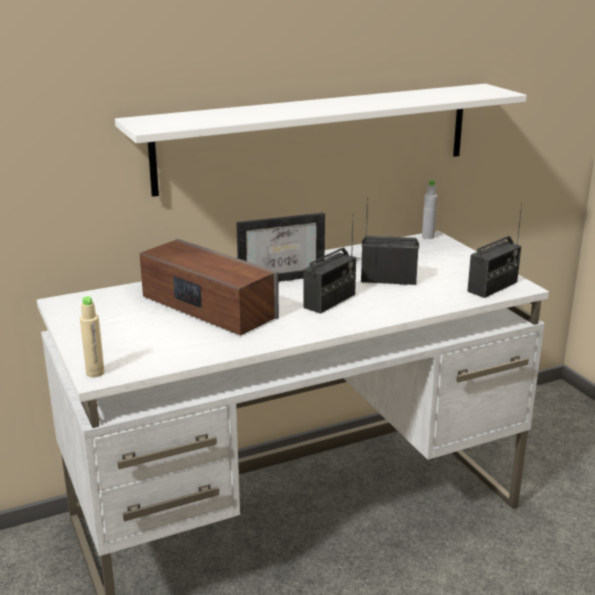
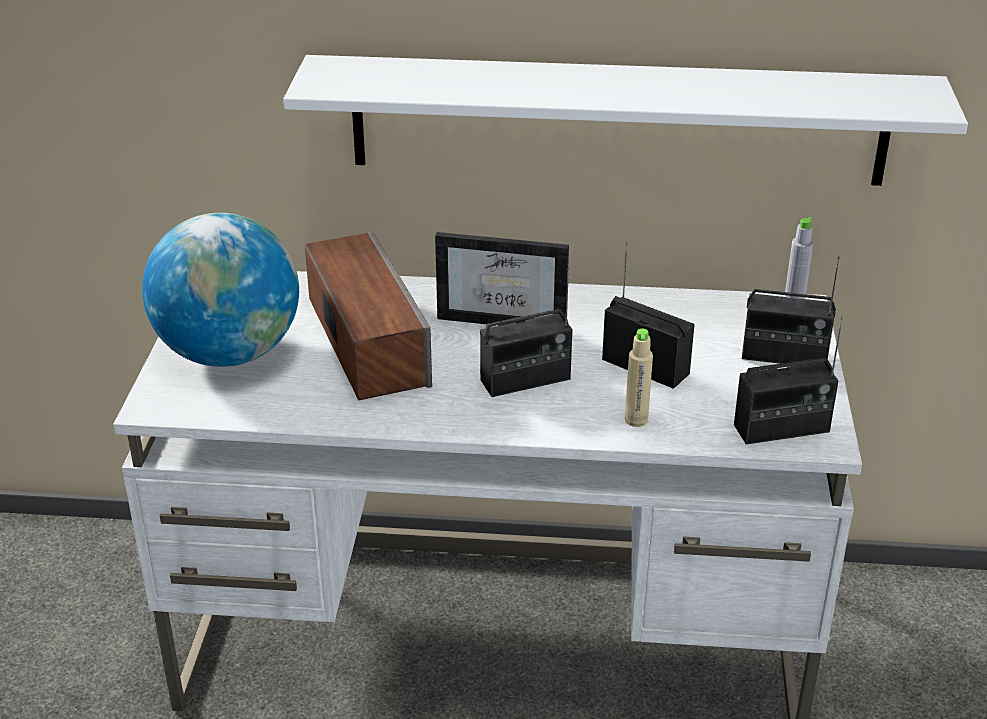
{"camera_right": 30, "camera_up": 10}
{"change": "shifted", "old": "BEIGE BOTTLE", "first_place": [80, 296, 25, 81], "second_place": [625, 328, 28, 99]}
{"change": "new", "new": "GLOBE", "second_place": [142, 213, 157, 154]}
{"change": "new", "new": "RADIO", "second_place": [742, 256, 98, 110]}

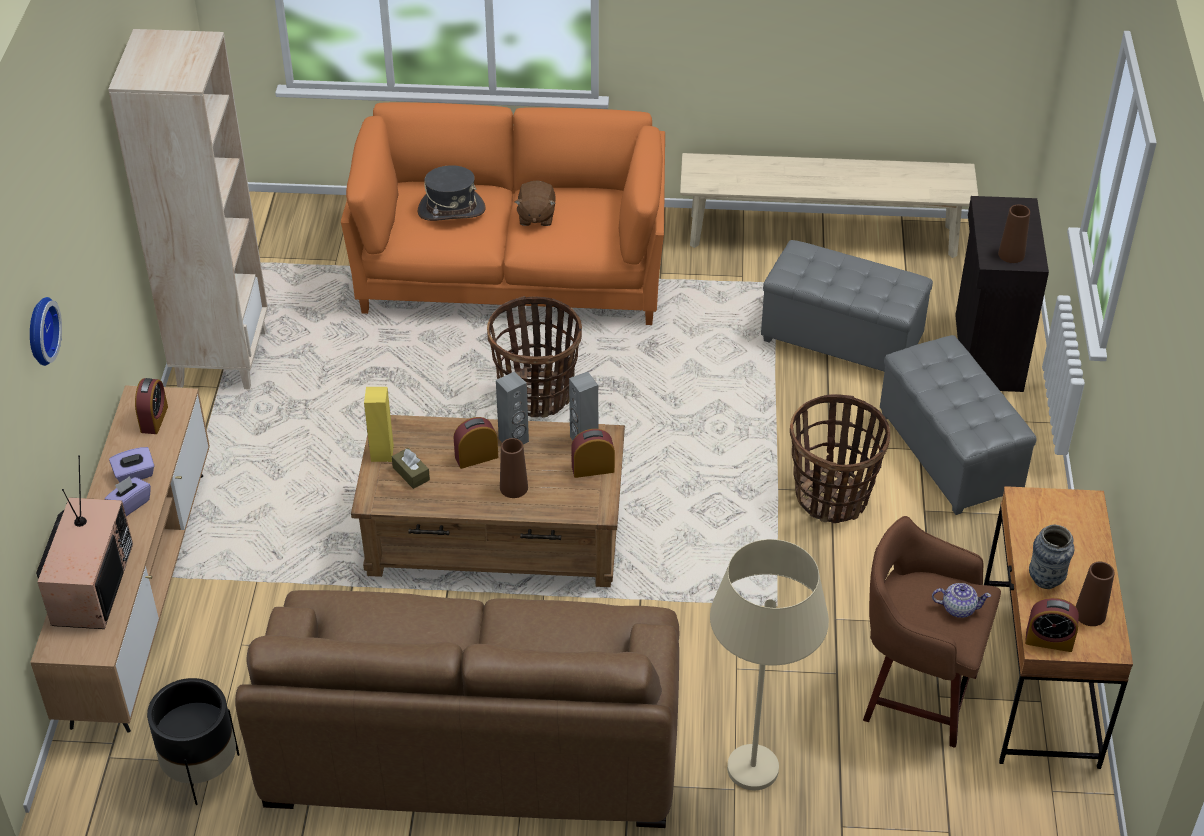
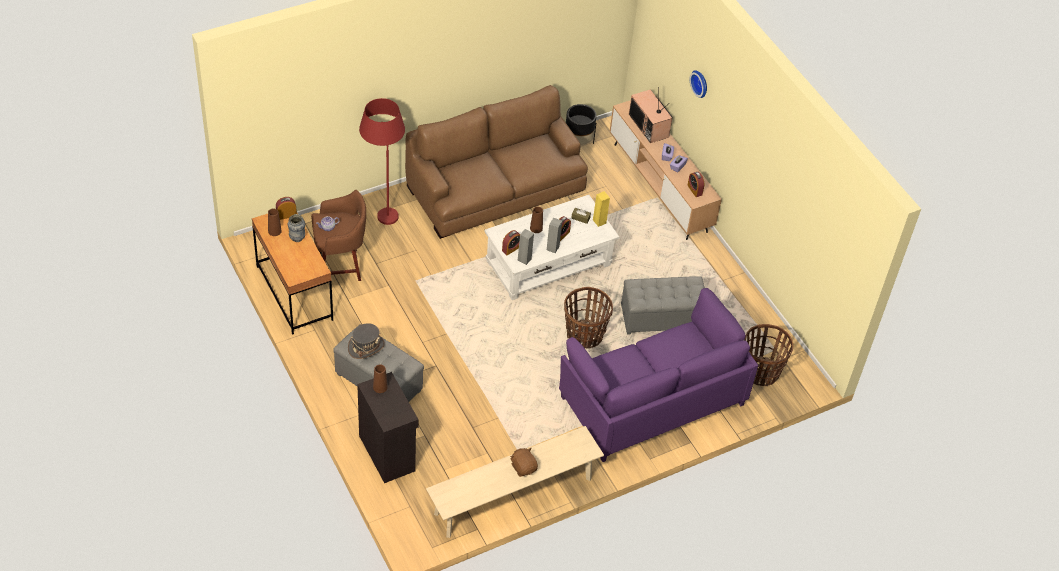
{"camera_right": 145, "camera_up": 5}
{"change": "gone", "old": "BEIGE BOOKCASE", "first_place": [108, 29, 160, 361]}
{"change": "repainted", "old": "ORANGE SOFA", "new": "PURPLE SOFA", "first_place": [341, 102, 324, 223], "second_place": [559, 288, 199, 174]}
{"change": "repainted", "old": "BROWN COFFEE TABLE", "new": "WHITE COFFEE TABLE", "first_place": [351, 415, 274, 172], "second_place": [484, 195, 135, 105]}
{"change": "shifted", "old": "GREY HAT", "first_place": [418, 165, 68, 56], "second_place": [348, 323, 37, 36]}
{"change": "shifted", "old": "BROWN PLUSH TOY", "first_place": [515, 181, 41, 45], "second_place": [510, 448, 28, 29]}
{"change": "repainted", "old": "BEIGE FLOOR LAMP", "new": "RED FLOOR LAMP", "first_place": [710, 539, 119, 251], "second_place": [359, 98, 46, 127]}
{"change": "shifted", "old": "GREY OTTOMAN", "first_place": [761, 240, 172, 132], "second_place": [621, 276, 84, 59]}
{"change": "shifted", "old": "BASKET", "first_place": [790, 394, 100, 129], "second_place": [745, 324, 48, 62]}

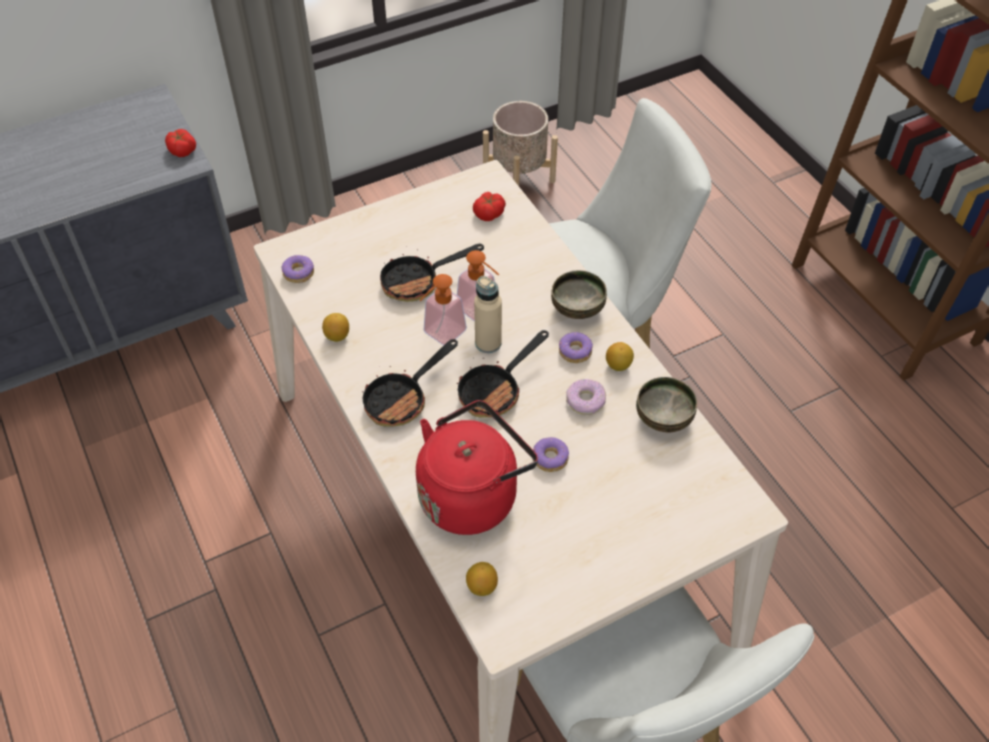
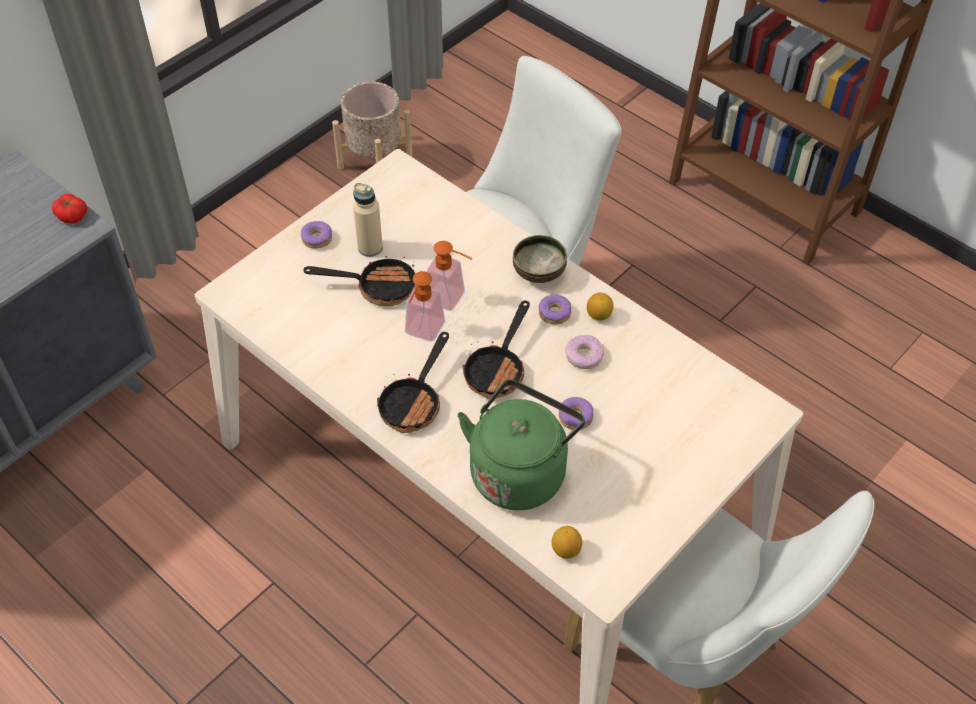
{"camera_right": -20, "camera_up": 0}
{"change": "shifted", "old": "DONUT", "first_place": [281, 255, 33, 28], "second_place": [301, 221, 31, 27]}
{"change": "gone", "old": "LEMON", "first_place": [322, 313, 27, 29]}
{"change": "rotated", "old": "FRYING PAN", "first_place": [380, 244, 104, 58], "second_place": [303, 256, 112, 50], "degrees": -135}
{"change": "repainted", "old": "RED KETTLE", "new": "GREEN KETTLE", "first_place": [416, 400, 122, 135], "second_place": [457, 379, 128, 131]}
{"change": "gone", "old": "TOMATO", "first_place": [473, 192, 33, 29]}
{"change": "shifted", "old": "BEIGE BOTTLE", "first_place": [474, 276, 28, 77], "second_place": [353, 183, 30, 74]}
{"change": "gone", "old": "BOWL", "first_place": [636, 377, 61, 56]}

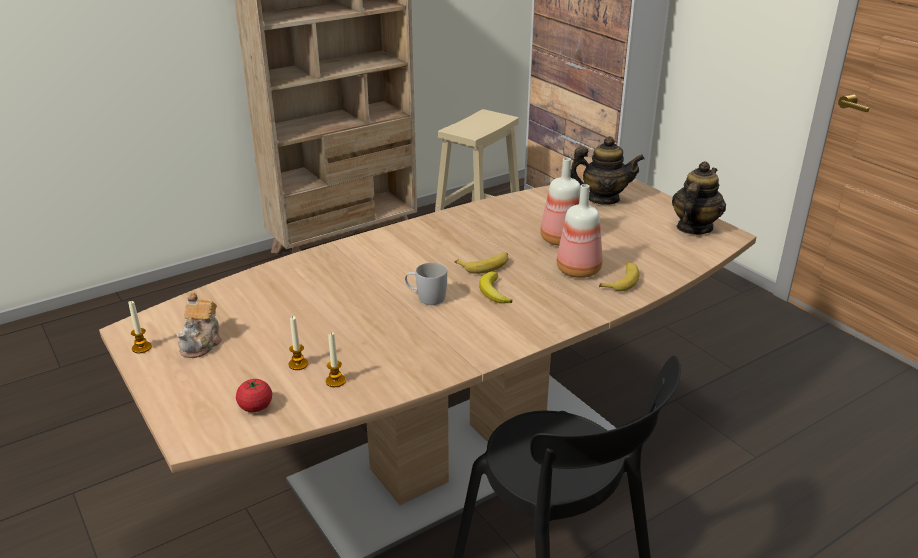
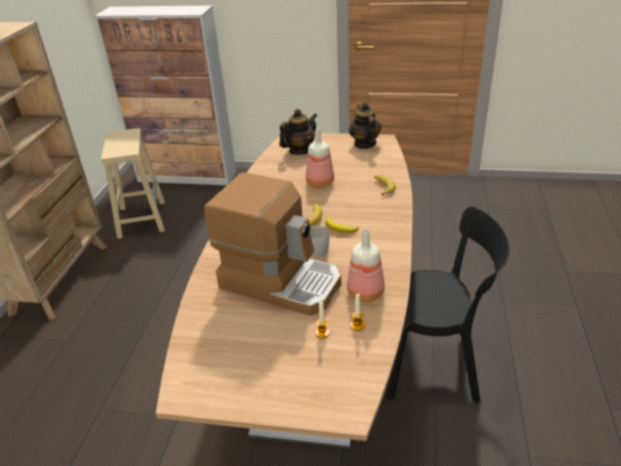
{"camera_right": -45, "camera_up": 5}
{"change": "gone", "old": "CANDLE", "first_place": [128, 301, 24, 52]}
{"change": "gone", "old": "TEAPOT", "first_place": [177, 292, 45, 66]}
{"change": "gone", "old": "TOMATO", "first_place": [236, 379, 36, 33]}
{"change": "shifted", "old": "BOTTLE", "first_place": [557, 184, 45, 94], "second_place": [347, 229, 38, 73]}
{"change": "new", "new": "COFFEE MACHINE", "second_place": [204, 173, 137, 143]}

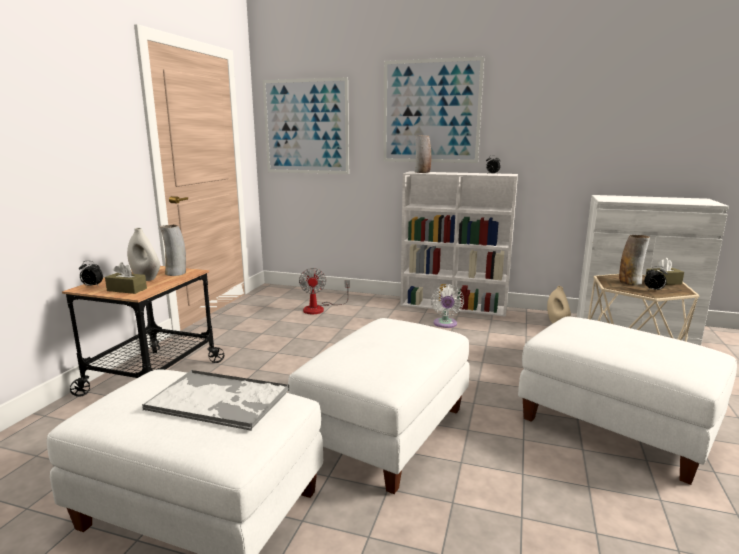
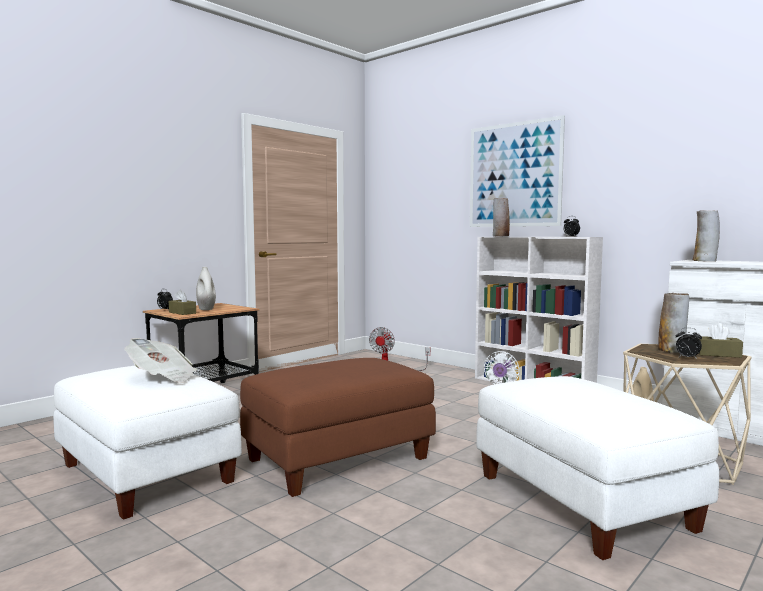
{"camera_right": 25, "camera_up": -10}
{"change": "swapped", "old": "TRAY", "new": "NEWSPAPER", "first_place": [142, 369, 147, 62], "second_place": [125, 338, 72, 45]}
{"change": "shifted", "old": "VASE", "first_place": [160, 225, 26, 51], "second_place": [693, 211, 27, 51]}
{"change": "gone", "old": "PICTURE", "first_place": [263, 77, 86, 97]}
{"change": "repainted", "old": "WHITE OTTOMAN", "new": "BROWN OTTOMAN", "first_place": [288, 318, 182, 176], "second_place": [240, 358, 196, 139]}

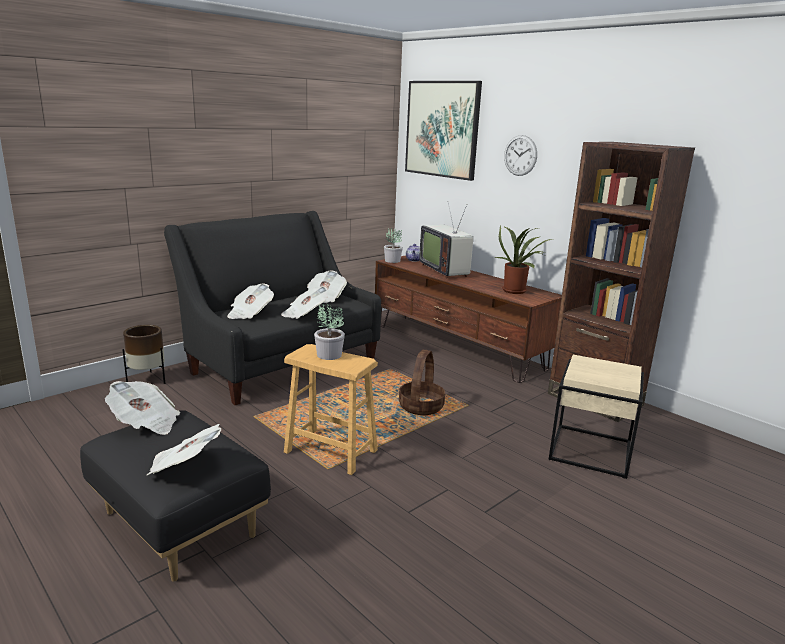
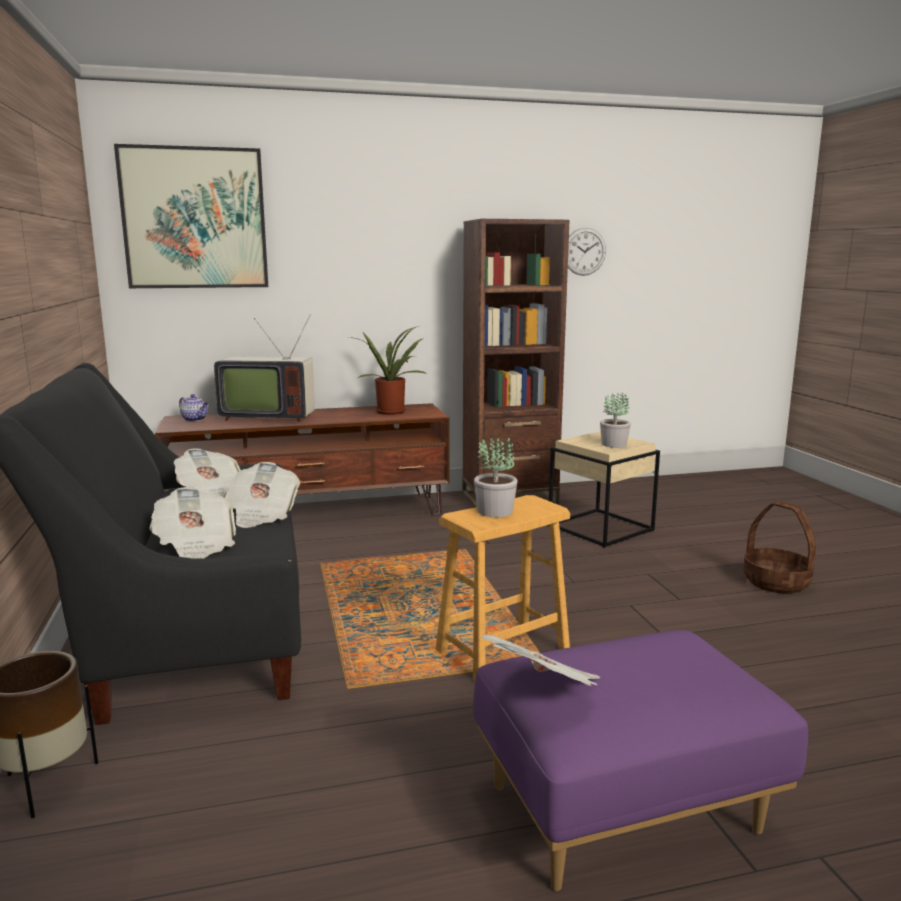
{"camera_right": -60, "camera_up": -5}
{"change": "repainted", "old": "BLACK OTTOMAN", "new": "PURPLE OTTOMAN", "first_place": [80, 410, 191, 172], "second_place": [473, 630, 335, 261]}
{"change": "gone", "old": "NEWSPAPER", "first_place": [146, 424, 75, 52]}
{"change": "shifted", "old": "POTTED PLANT", "first_place": [384, 228, 19, 35], "second_place": [600, 393, 31, 55]}
{"change": "shifted", "old": "BASKET", "first_place": [399, 350, 46, 65], "second_place": [743, 501, 73, 93]}
{"change": "shifted", "old": "WALL CLOCK", "first_place": [504, 135, 33, 41], "second_place": [568, 228, 38, 48]}

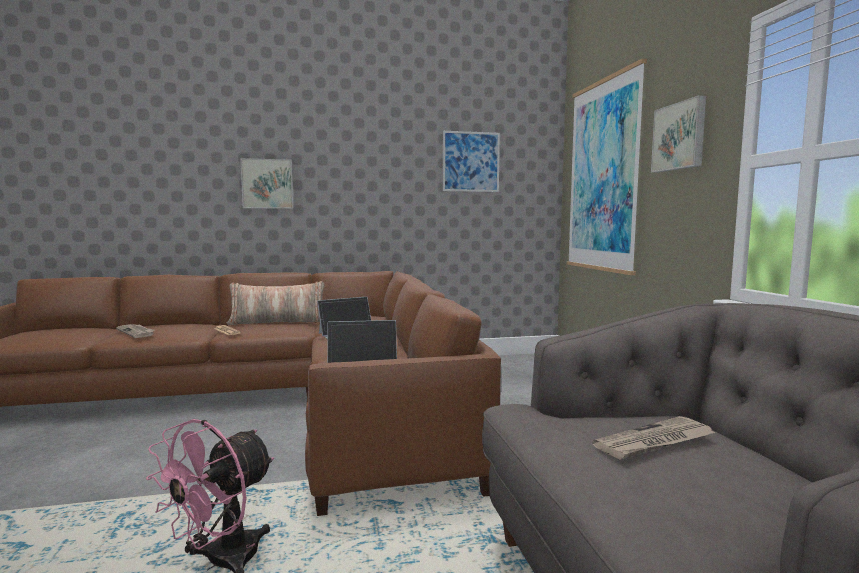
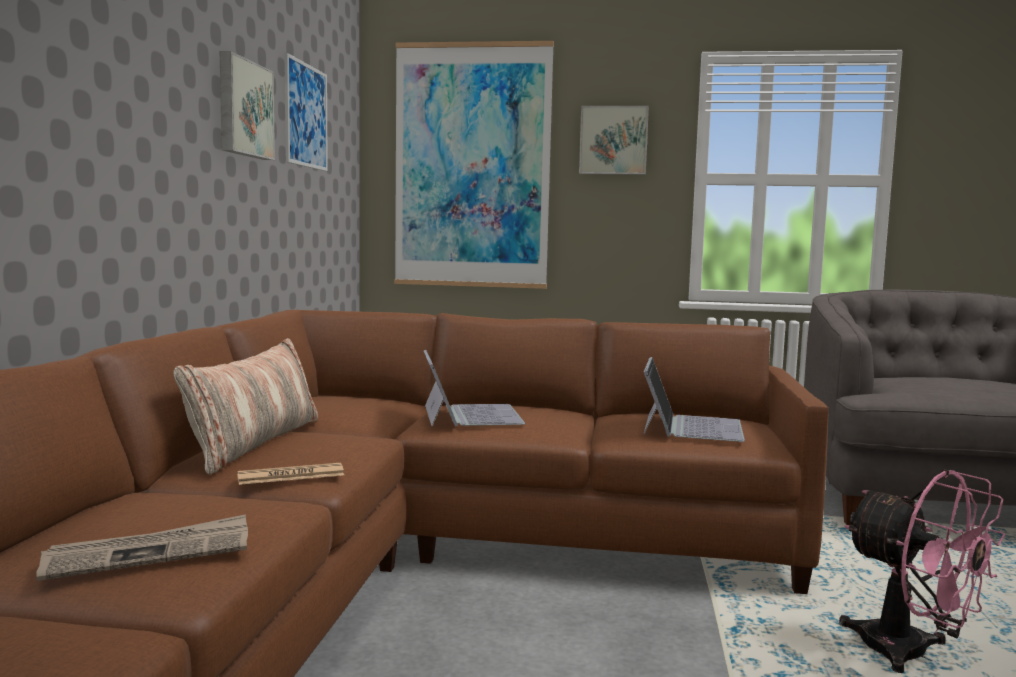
{"camera_right": -70, "camera_up": 0}
{"change": "shifted", "old": "PICTURE", "first_place": [240, 158, 54, 51], "second_place": [220, 51, 55, 109]}
{"change": "gone", "old": "NEWSPAPER", "first_place": [592, 416, 125, 44]}

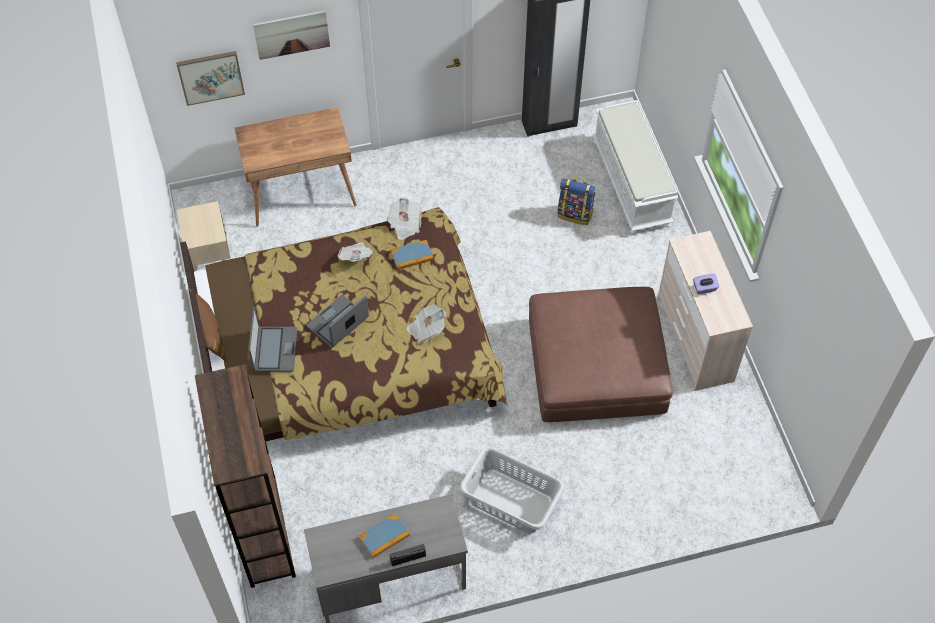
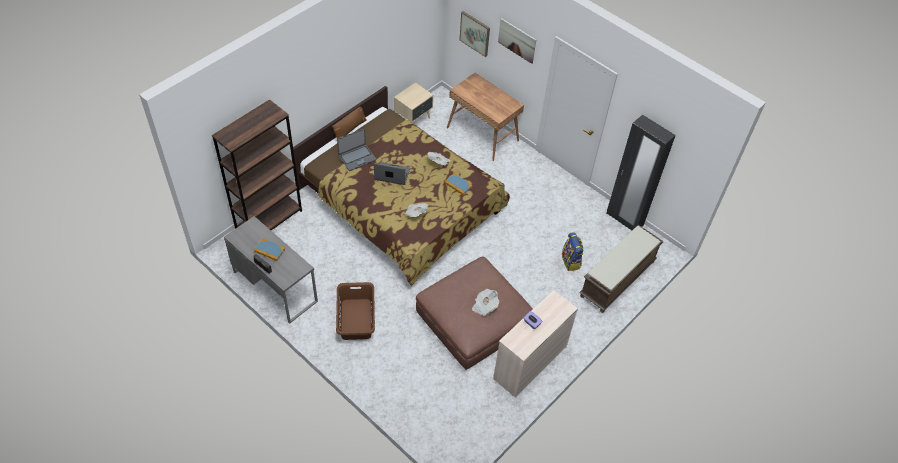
{"camera_right": 55, "camera_up": -5}
{"change": "shifted", "old": "NEWSPAPER", "first_place": [387, 197, 35, 43], "second_place": [472, 289, 27, 28]}
{"change": "repainted", "old": "GREY LAUNDRY BASKET", "new": "BROWN LAUNDRY BASKET", "first_place": [460, 447, 104, 86], "second_place": [336, 282, 39, 58]}
{"change": "repainted", "old": "WHITE BENCH", "new": "BROWN BENCH", "first_place": [592, 100, 86, 135], "second_place": [579, 225, 84, 88]}

